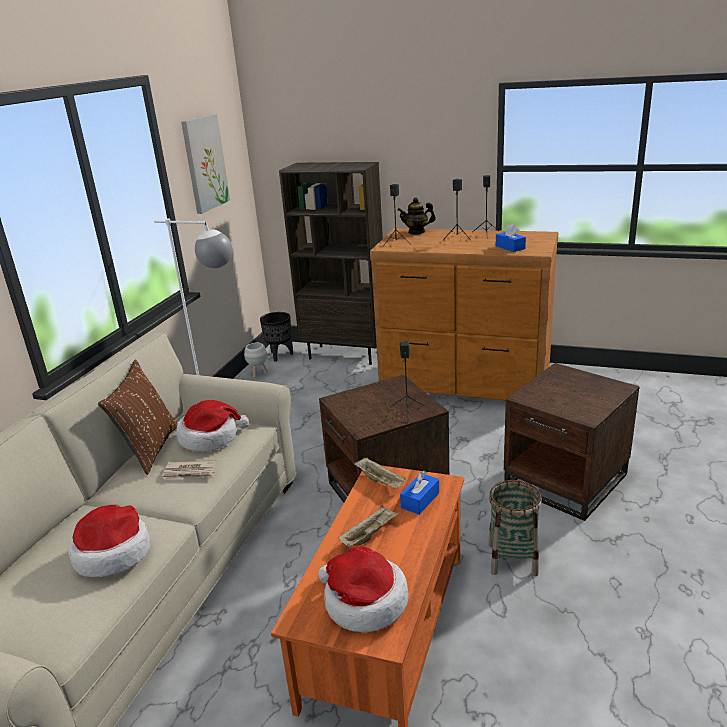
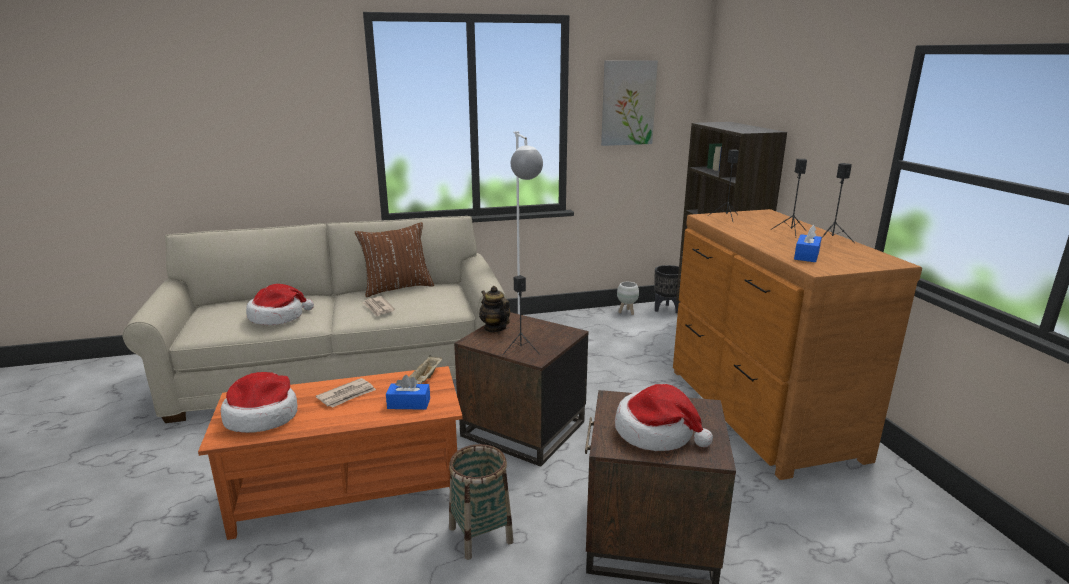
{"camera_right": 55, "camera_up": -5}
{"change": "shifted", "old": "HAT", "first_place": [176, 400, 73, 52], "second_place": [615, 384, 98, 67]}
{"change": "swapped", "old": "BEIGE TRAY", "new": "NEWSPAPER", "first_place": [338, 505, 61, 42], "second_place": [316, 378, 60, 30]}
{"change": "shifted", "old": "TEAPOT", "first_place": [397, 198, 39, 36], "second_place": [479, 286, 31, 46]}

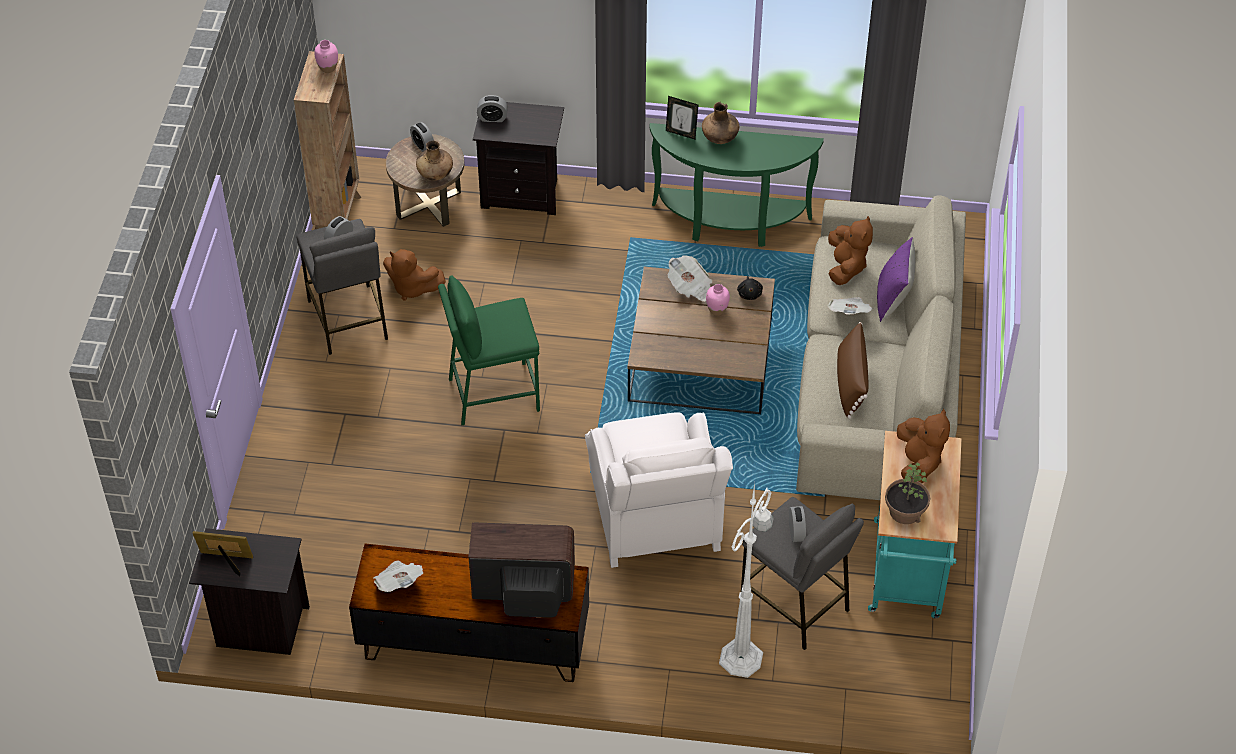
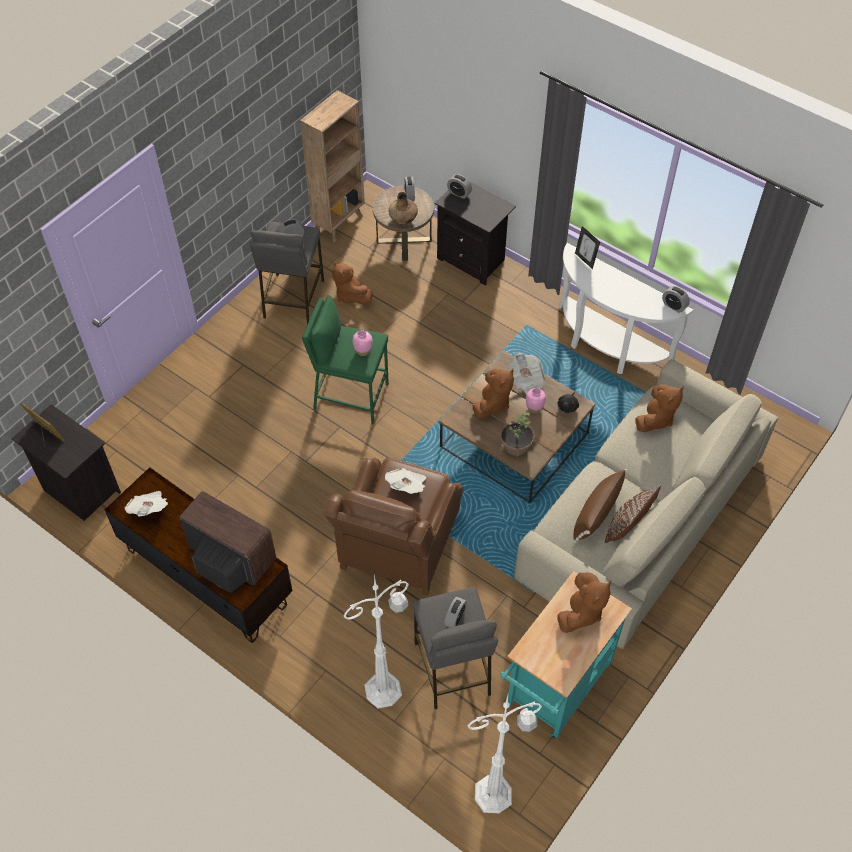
{"camera_right": 30, "camera_up": 5}
{"change": "shifted", "old": "PINK VASE", "first_place": [314, 40, 24, 33], "second_place": [353, 330, 20, 26]}
{"change": "repainted", "old": "WHITE ARMCHAIR", "new": "BROWN ARMCHAIR", "first_place": [585, 412, 148, 156], "second_place": [322, 458, 142, 138]}
{"change": "repainted", "old": "GREEN CONSOLE TABLE", "new": "WHITE CONSOLE TABLE", "first_place": [650, 123, 174, 124], "second_place": [559, 243, 134, 131]}
{"change": "gone", "old": "BROWN VASE", "first_place": [702, 102, 37, 42]}
{"change": "shifted", "old": "NEWSPAPER", "first_place": [828, 297, 45, 17], "second_place": [385, 468, 41, 26]}
{"change": "gone", "old": "PURPLE PILLOW", "first_place": [877, 237, 38, 85]}
{"change": "shifted", "old": "POTTED PLANT", "first_place": [885, 463, 45, 61], "second_place": [500, 412, 35, 45]}
{"change": "new", "new": "WHITE FLOOR LAMP", "second_place": [468, 695, 74, 118]}
{"change": "new", "new": "BROWN PLUSH TOY", "second_place": [473, 369, 41, 49]}
{"change": "new", "new": "BROWN PILLOW", "second_place": [605, 486, 56, 57]}
{"change": "new", "new": "ALARM CLOCK", "second_place": [662, 286, 28, 27]}

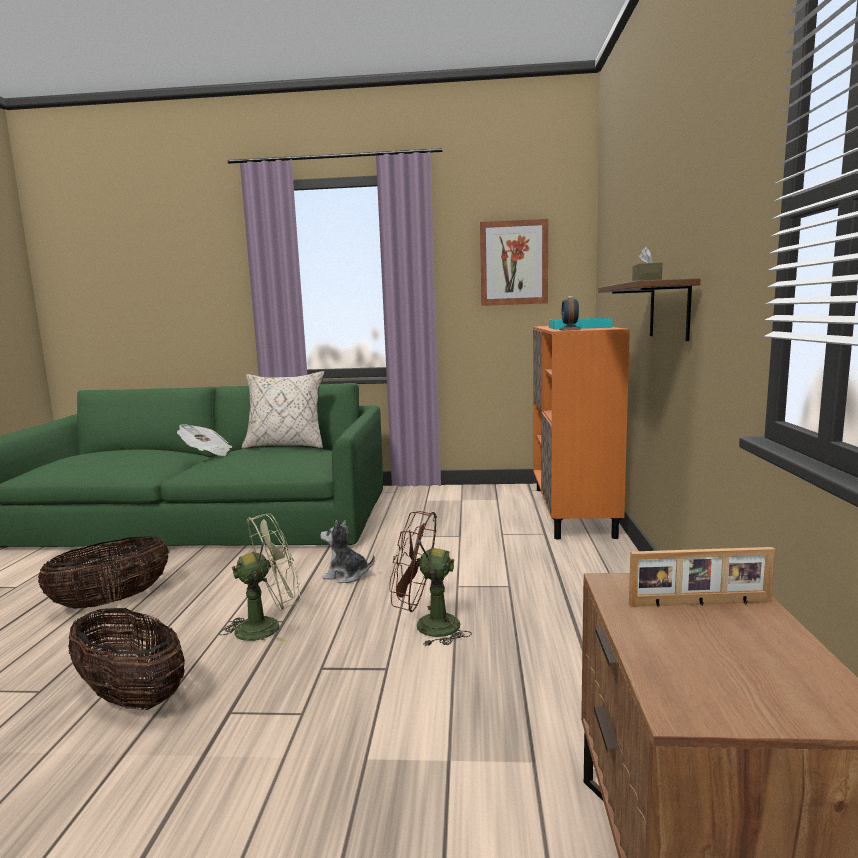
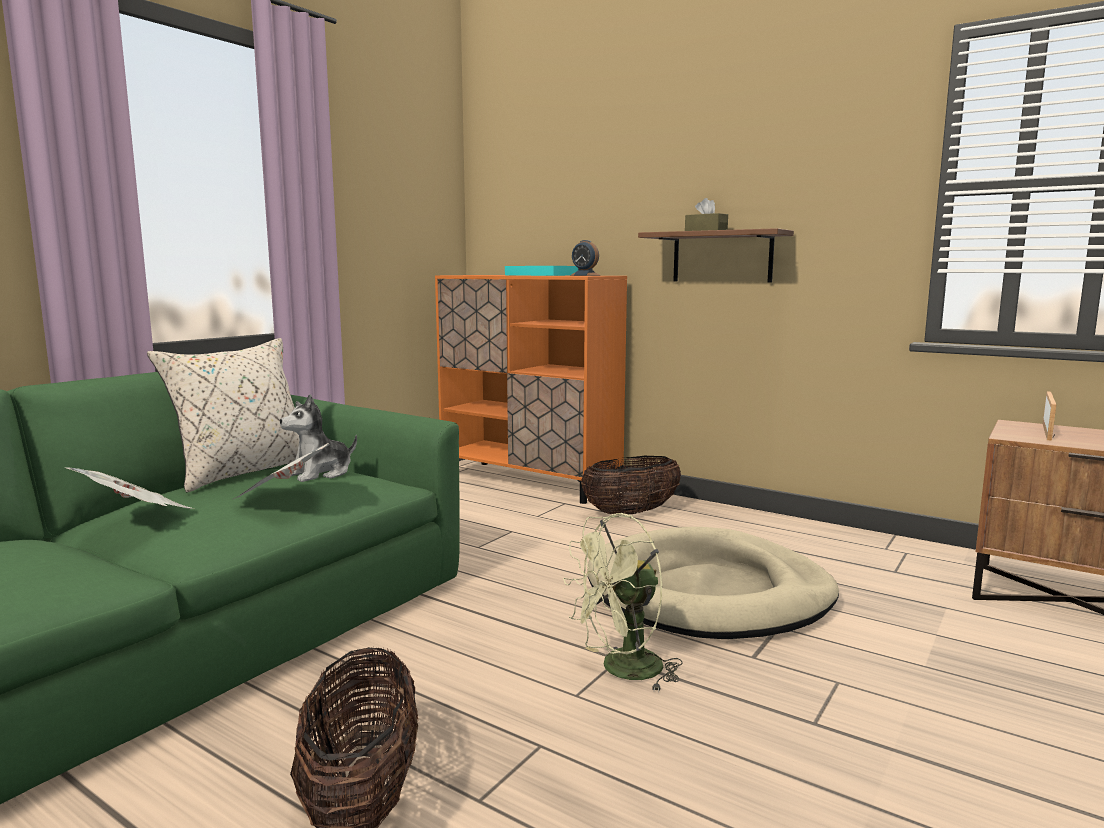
{"camera_right": -60, "camera_up": 0}
{"change": "shifted", "old": "BASKET", "first_place": [68, 608, 117, 102], "second_place": [581, 456, 100, 58]}
{"change": "rotated", "old": "GREEN FAN", "first_place": [219, 513, 82, 130], "second_place": [563, 513, 119, 179], "degrees": -120}
{"change": "shifted", "old": "PLUSH TOY", "first_place": [320, 520, 55, 63], "second_place": [280, 394, 77, 88]}
{"change": "swapped", "old": "BROWN FAN", "new": "BEIGE DOG BED", "first_place": [389, 511, 83, 135], "second_place": [588, 527, 251, 112]}
{"change": "gone", "old": "PICTURE", "first_place": [480, 219, 68, 87]}
{"change": "new", "new": "NEWSPAPER", "second_place": [232, 443, 97, 57]}

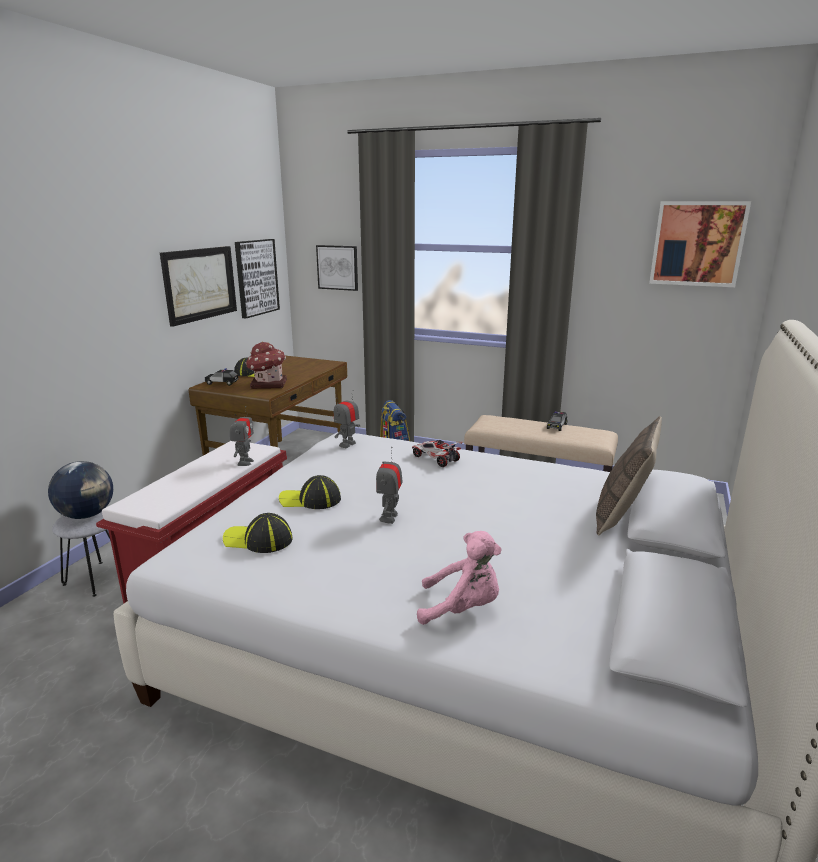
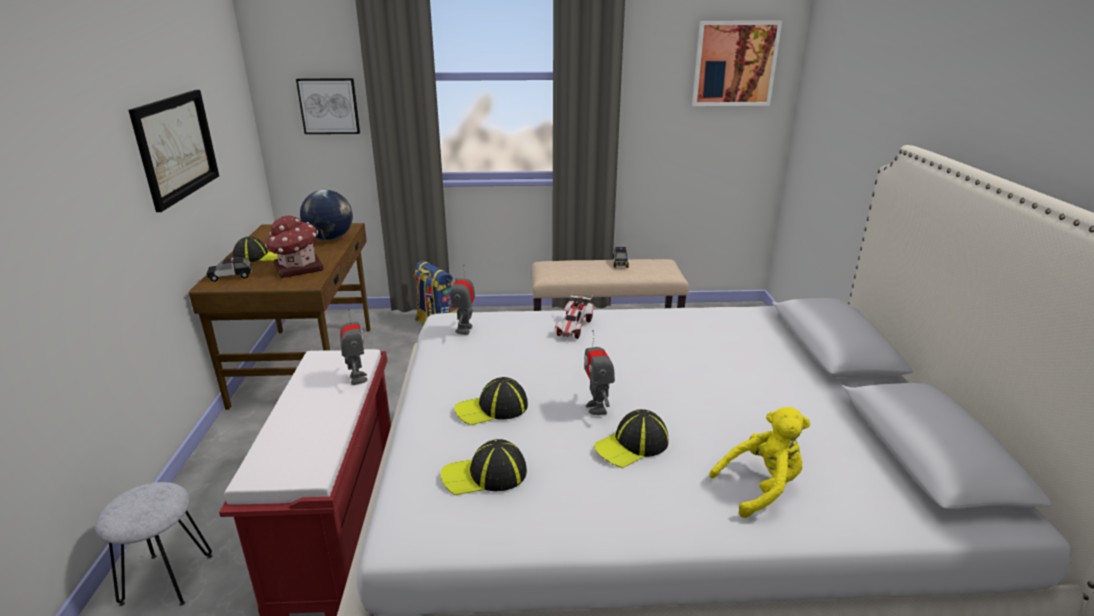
{"camera_right": -25, "camera_up": 5}
{"change": "shifted", "old": "GLOBE", "first_place": [48, 461, 65, 58], "second_place": [300, 190, 53, 50]}
{"change": "gone", "old": "PICTURE", "first_place": [235, 239, 45, 79]}
{"change": "rotated", "old": "TOY CAR", "first_place": [412, 440, 51, 27], "second_place": [555, 291, 39, 48], "degrees": -90}
{"change": "repainted", "old": "PINK PLUSH TOY", "new": "YELLOW PLUSH TOY", "first_place": [417, 531, 84, 94], "second_place": [709, 407, 102, 111]}
{"change": "gone", "old": "PILLOW", "first_place": [596, 416, 66, 119]}
{"change": "new", "new": "CAP", "second_place": [594, 409, 74, 59]}

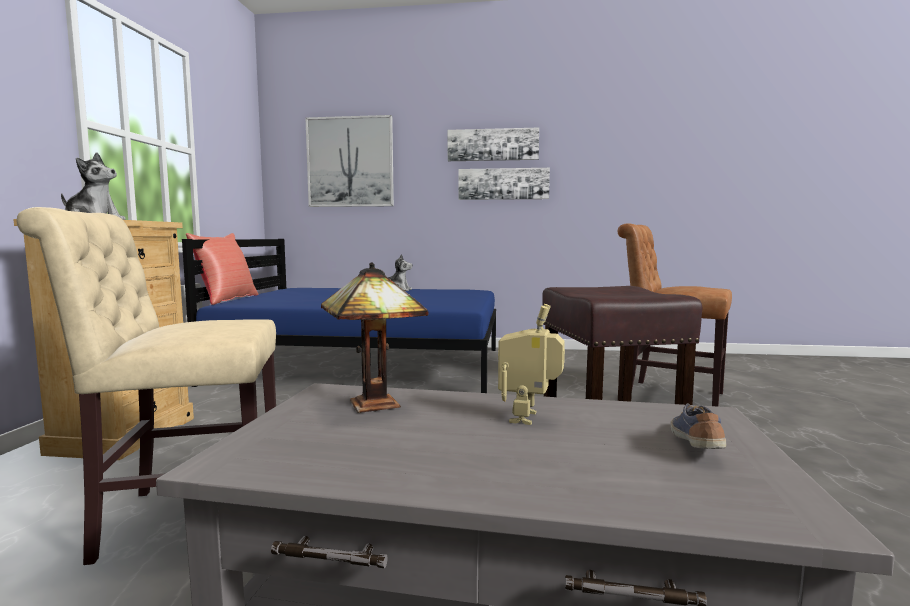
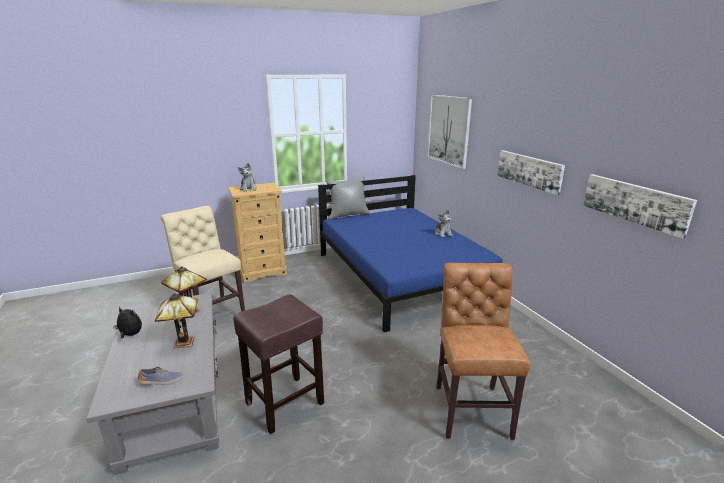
{"camera_right": 60, "camera_up": 15}
{"change": "repainted", "old": "RED PILLOW", "new": "GREY PILLOW", "first_place": [186, 233, 72, 72], "second_place": [326, 176, 44, 43]}
{"change": "shifted", "old": "PICTURE", "first_place": [448, 127, 91, 34], "second_place": [583, 174, 114, 64]}
{"change": "swapped", "old": "TOY ROBOT", "new": "TABLE LAMP", "first_place": [498, 304, 67, 121], "second_place": [155, 293, 43, 56]}
{"change": "new", "new": "PLUSH TOY", "second_place": [113, 307, 29, 31]}

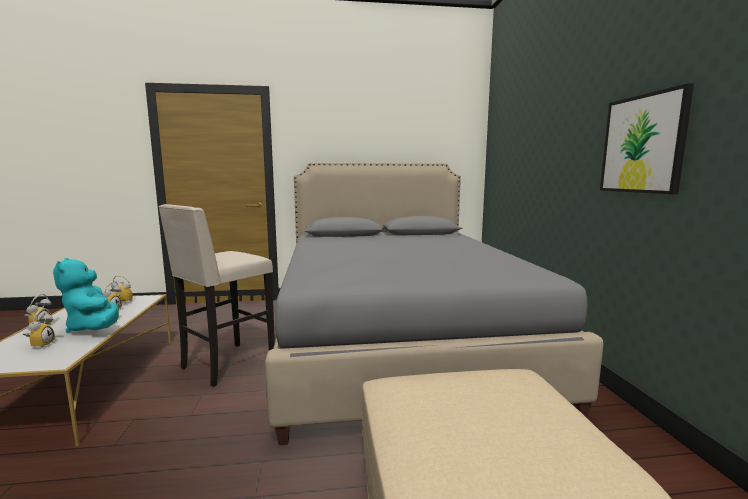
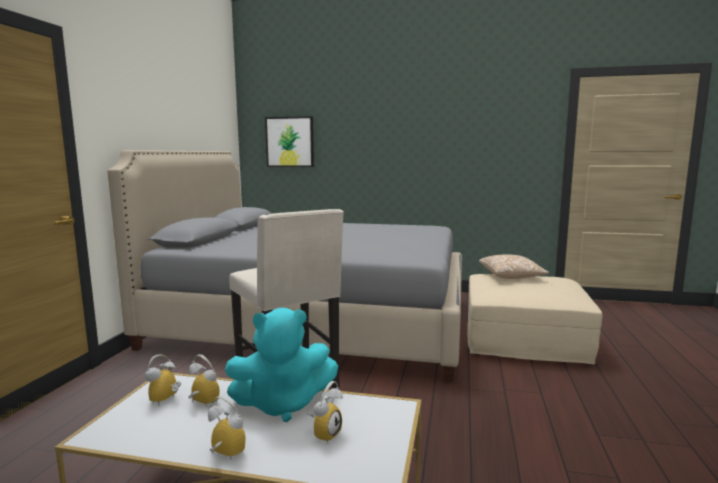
{"camera_right": -70, "camera_up": 0}
{"change": "rotated", "old": "ALARM CLOCK", "first_place": [23, 308, 32, 41], "second_place": [307, 381, 36, 62], "degrees": 105}
{"change": "shifted", "old": "PICTURE", "first_place": [600, 83, 94, 111], "second_place": [265, 116, 49, 51]}
{"change": "new", "new": "PILLOW", "second_place": [479, 254, 70, 25]}

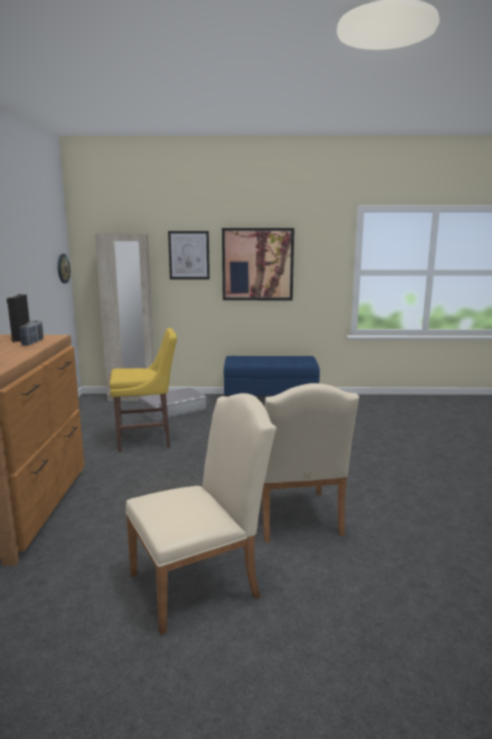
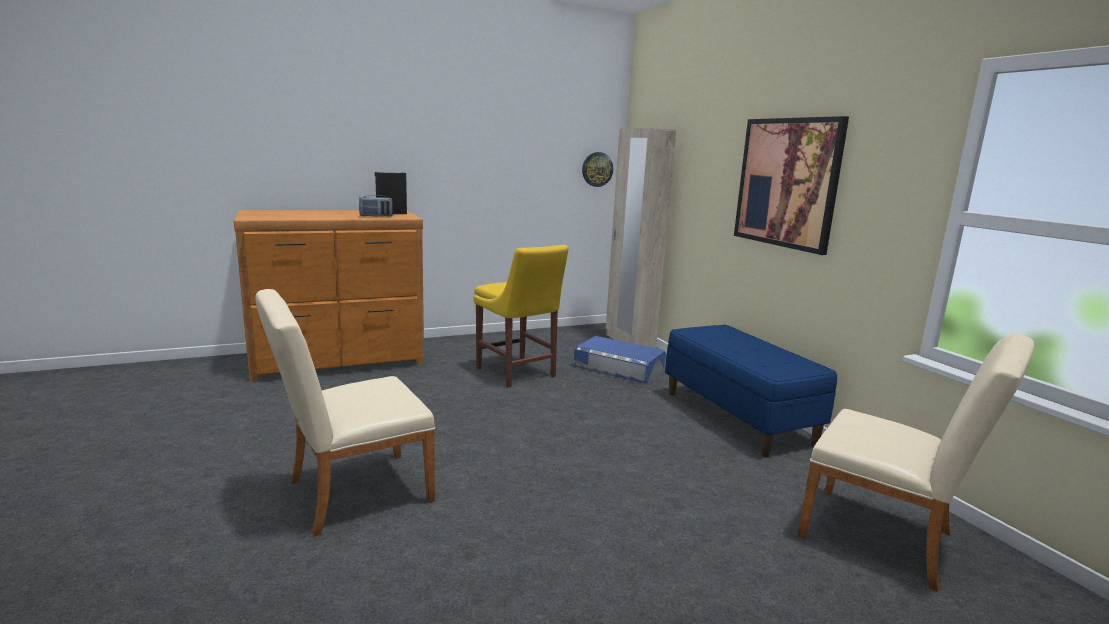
{"camera_right": 65, "camera_up": 0}
{"change": "shifted", "old": "BEIGE CHAIR", "first_place": [126, 393, 151, 242], "second_place": [798, 334, 236, 258]}
{"change": "repainted", "old": "GREY STORAGE BOX", "new": "BLUE STORAGE BOX", "first_place": [139, 387, 68, 35], "second_place": [574, 336, 91, 48]}
{"change": "gone", "old": "PICTURE", "first_place": [168, 231, 42, 49]}

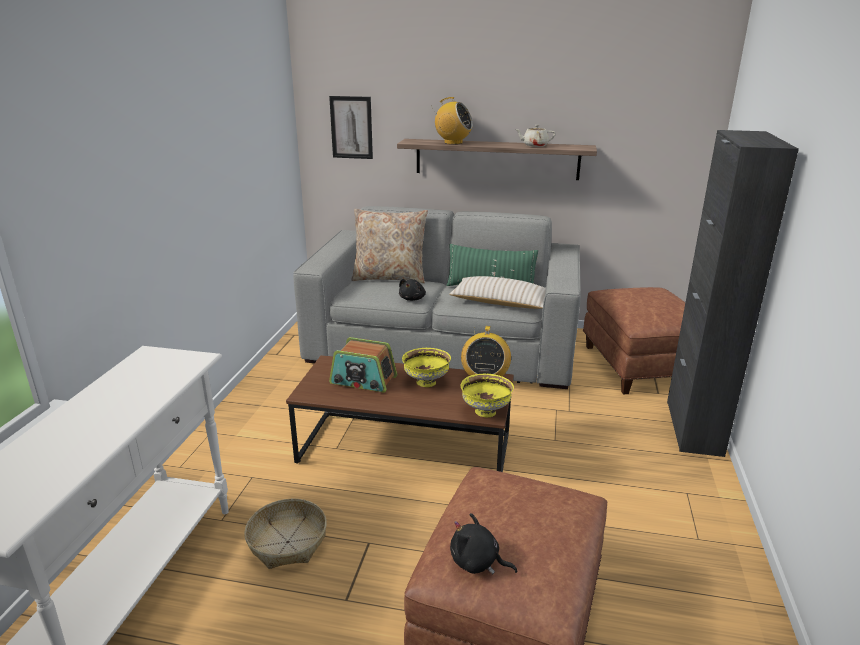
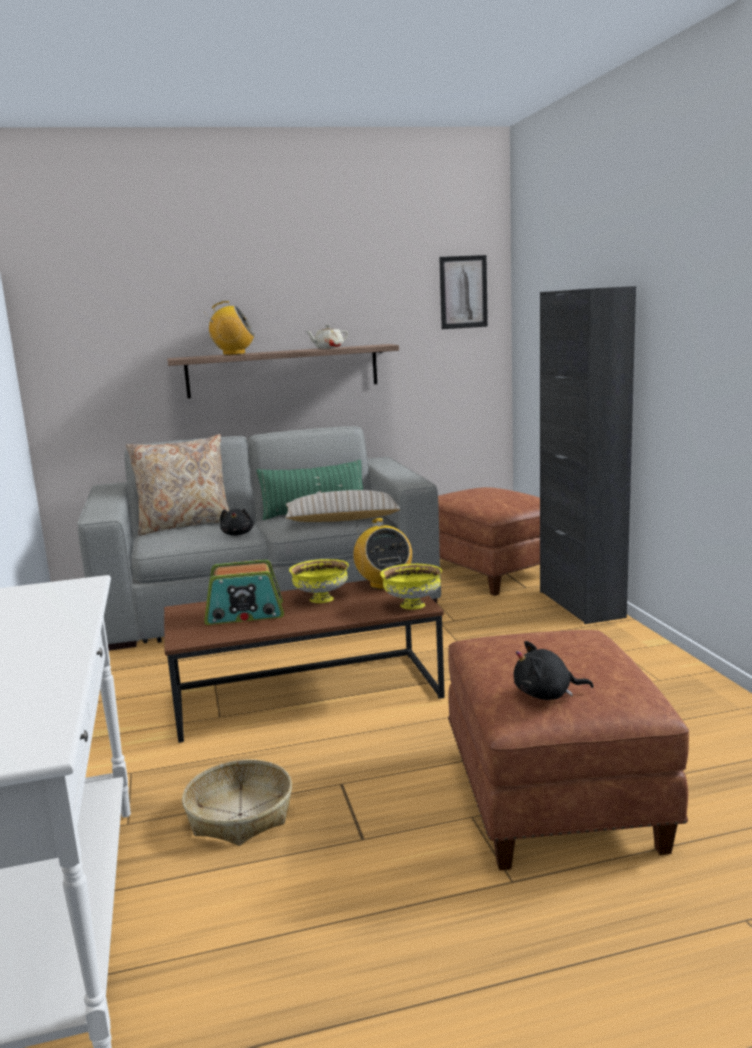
{"camera_right": -25, "camera_up": -10}
{"change": "shifted", "old": "PICTURE", "first_place": [329, 96, 44, 63], "second_place": [439, 255, 49, 74]}

